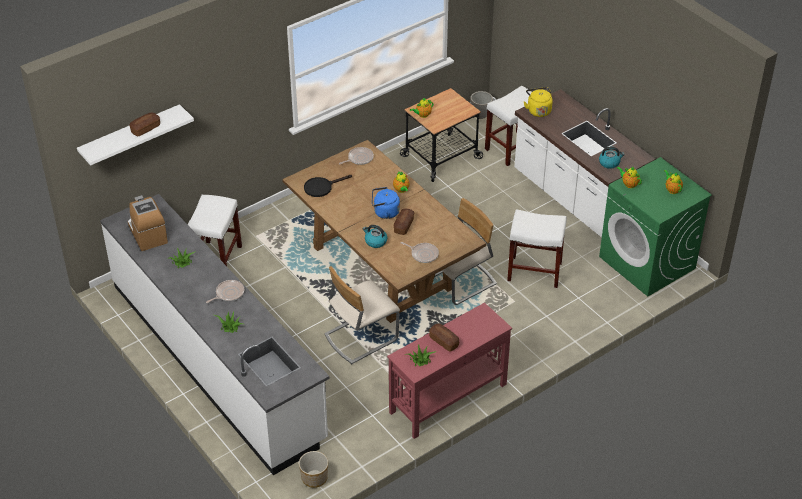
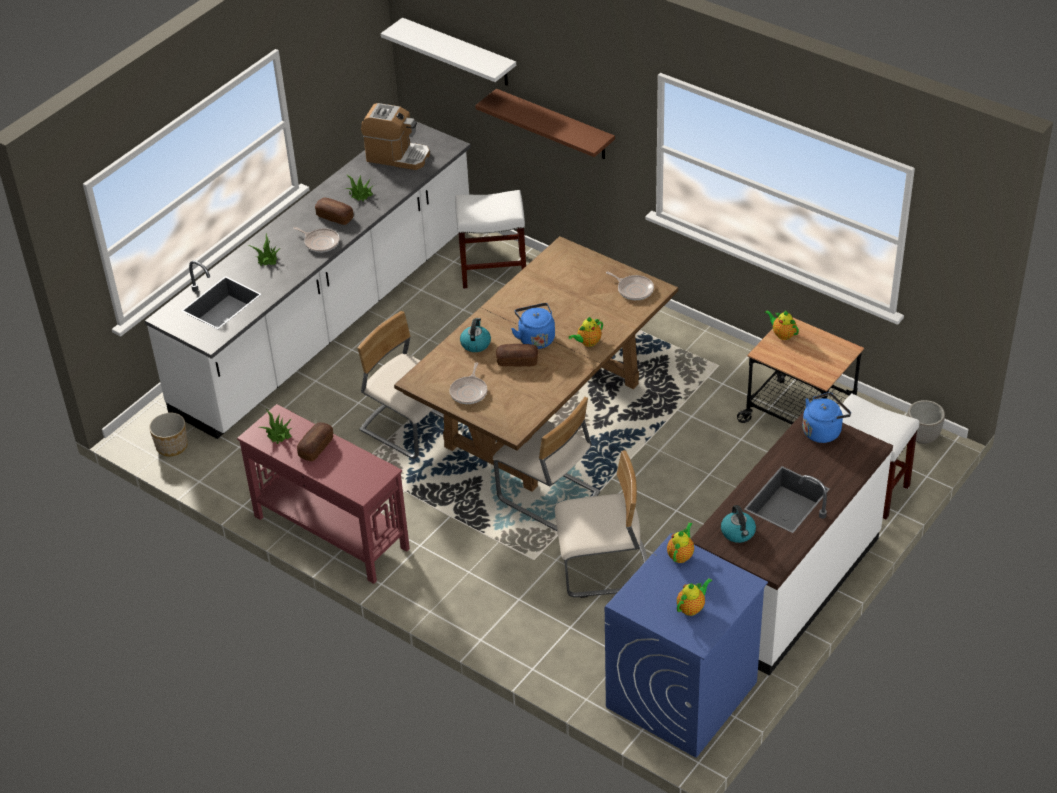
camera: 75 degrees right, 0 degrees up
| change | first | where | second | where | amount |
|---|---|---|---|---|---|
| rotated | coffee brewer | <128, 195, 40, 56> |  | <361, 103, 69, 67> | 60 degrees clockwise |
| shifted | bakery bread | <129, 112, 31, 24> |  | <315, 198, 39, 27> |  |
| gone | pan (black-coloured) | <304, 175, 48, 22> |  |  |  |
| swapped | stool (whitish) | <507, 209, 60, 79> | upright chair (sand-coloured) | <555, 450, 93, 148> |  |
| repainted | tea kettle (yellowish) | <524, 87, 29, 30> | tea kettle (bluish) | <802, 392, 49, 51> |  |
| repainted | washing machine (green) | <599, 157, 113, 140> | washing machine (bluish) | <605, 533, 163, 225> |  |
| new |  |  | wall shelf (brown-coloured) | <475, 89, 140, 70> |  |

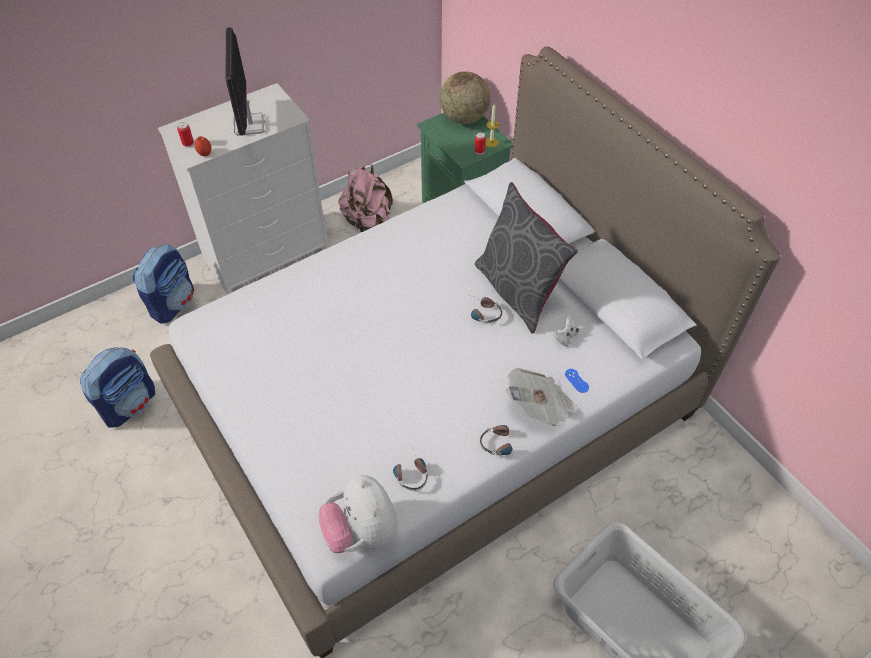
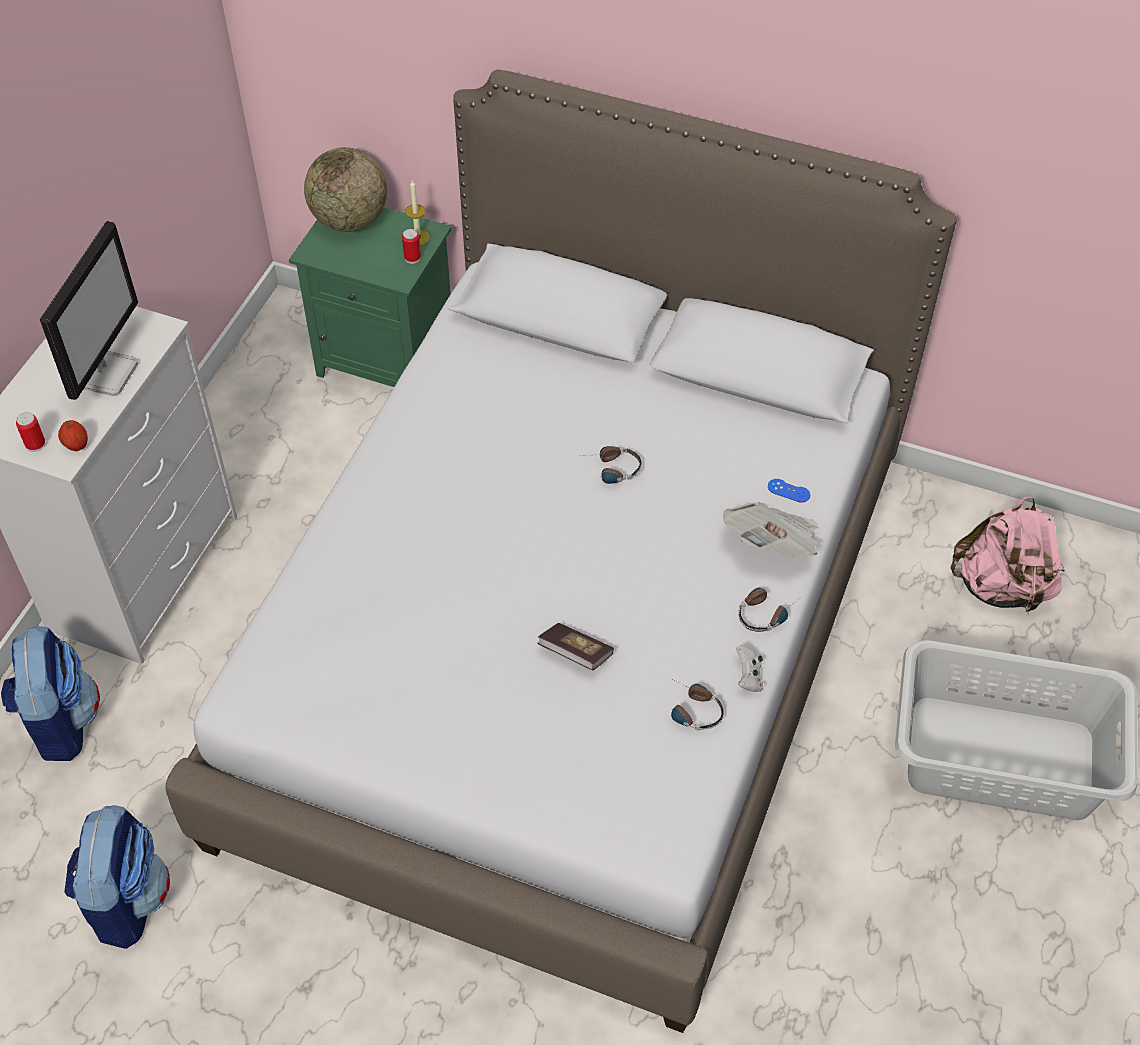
camera: 35 degrees left, 0 degrees up
| change | first | where | second | where | amount |
|---|---|---|---|---|---|
| rotated | monitor | <225, 27, 40, 109> |  | <40, 221, 98, 179> | 120 degrees counterclockwise |
| gone | soft toy | <319, 475, 78, 78> |  |  |  |
| shifted | backpack (pinkish) | <338, 164, 55, 68> |  | <950, 495, 115, 121> |  |
| gone | throw pillow (gray) | <475, 182, 103, 152> |  |  |  |
| shifted | game controller (whitish) | <554, 316, 25, 31> |  | <736, 645, 27, 47> |  |
| new |  |  | volume | <538, 623, 76, 47> |  |

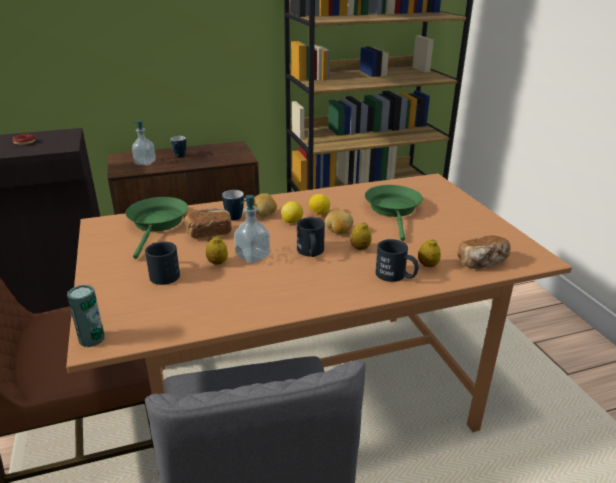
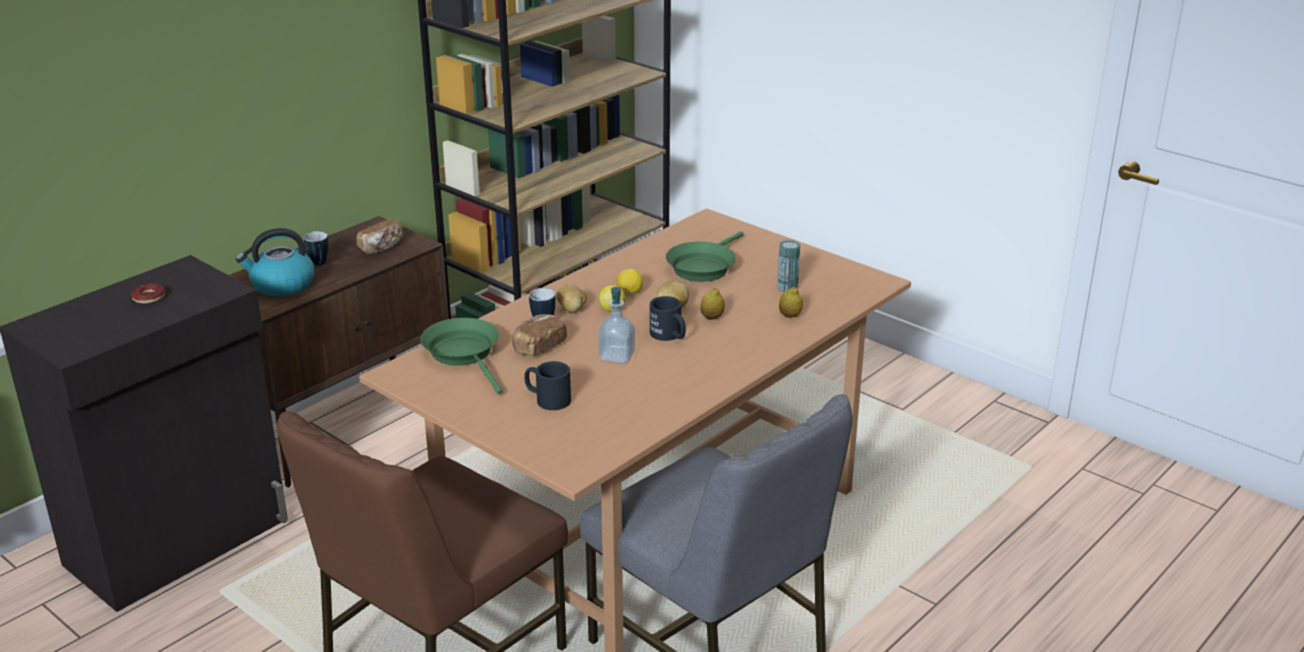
camera: 30 degrees left, 0 degrees up
| change | first | where | second | where | amount |
|---|---|---|---|---|---|
| shifted | sealed can | <67, 285, 38, 62> |  | <777, 240, 23, 52> |  |
| swapped | liquid soap bottle | <132, 121, 24, 44> | tea kettle | <236, 228, 78, 69> |  |
| gone | whole lemon | <206, 236, 22, 28> |  |  |  |
| rotated | pan (green) | <365, 185, 58, 56> |  | <666, 231, 78, 51> | 120 degrees counterclockwise |
| gone | coffee mug (black-coloured) | <376, 239, 42, 43> |  |  |  |
| shifted | bakery bread | <458, 235, 52, 34> |  | <356, 220, 47, 34> |  |

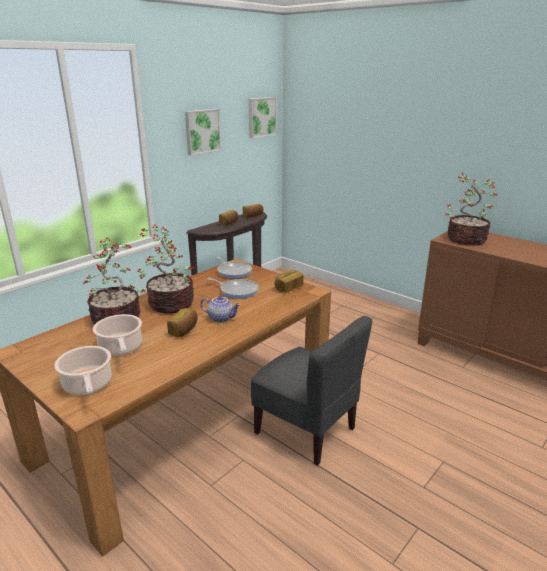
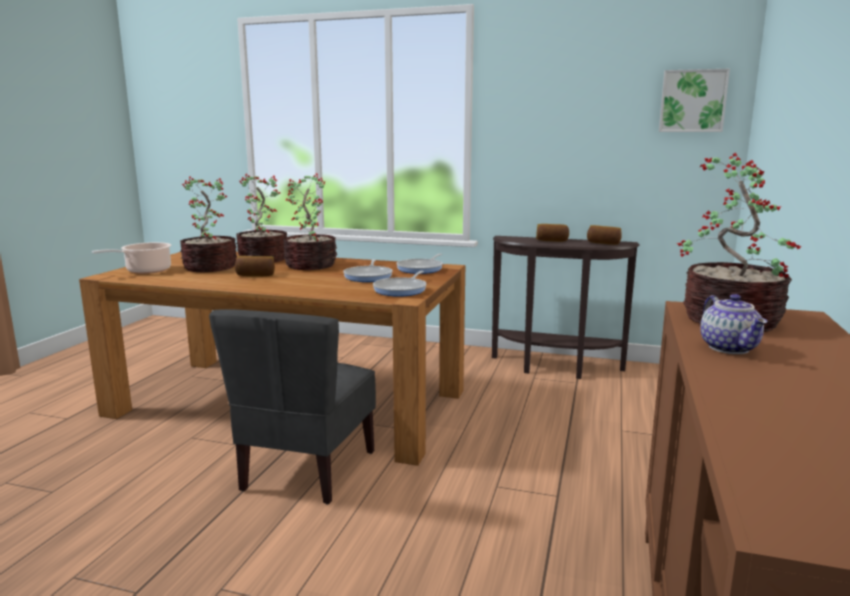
camera: 65 degrees right, 10 degrees down
| change | first | where | second | where | amount |
|---|---|---|---|---|---|
| swapped | stockpot | <93, 314, 49, 42> | plant in a pot | <180, 176, 57, 96> |  |
| gone | picture | <185, 109, 37, 46> |  |  |  |
| shifted | tea pot | <200, 296, 41, 27> |  | <700, 294, 67, 60> |  |
| swapped | bakery bread | <275, 270, 29, 23> | pan | <373, 271, 53, 26> |  |

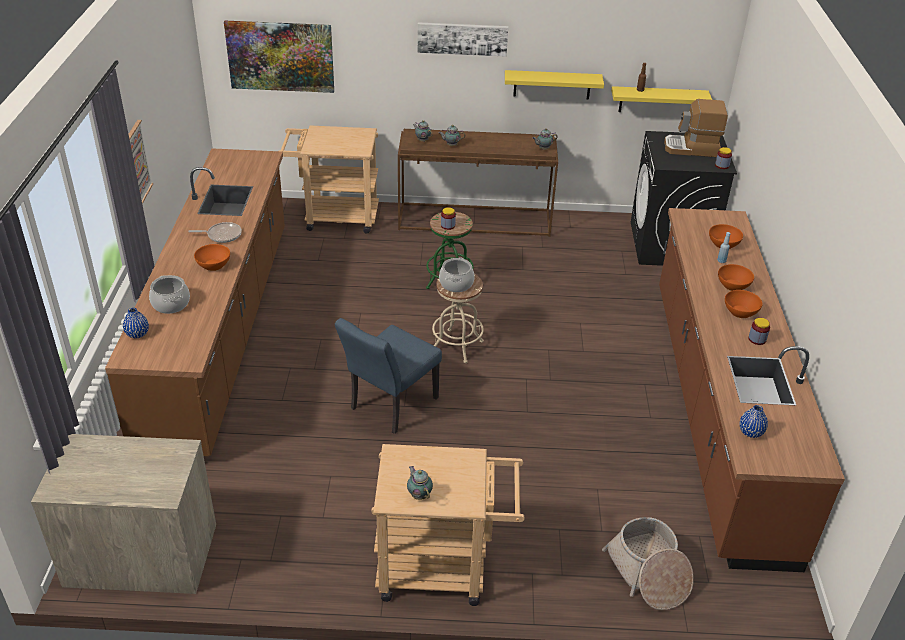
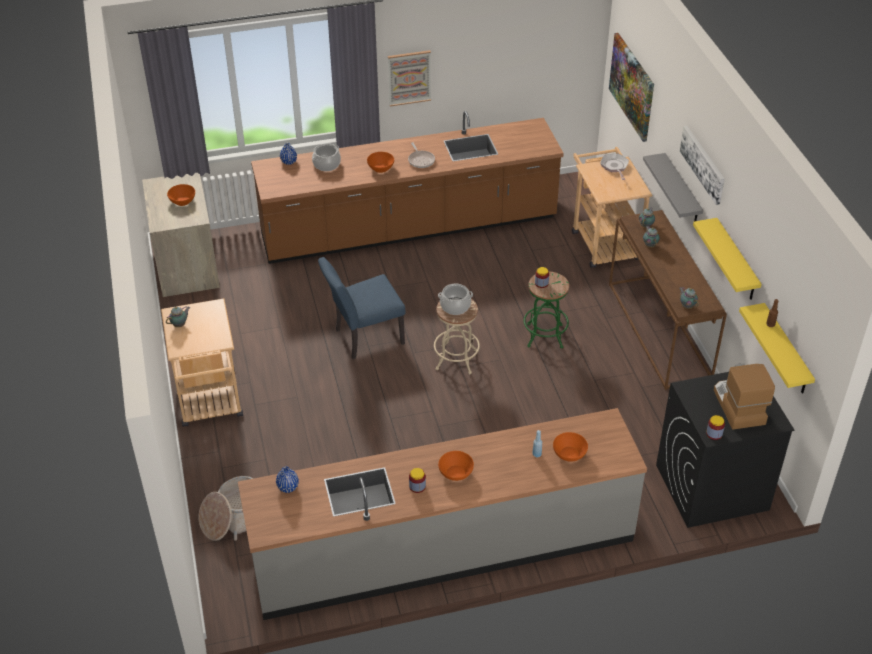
camera: 75 degrees right, 5 degrees up
| change | first | where | second | where | amount |
|---|---|---|---|---|---|
| rotated | upright chair (bluish) | <335, 318, 107, 116> |  | <318, 257, 87, 102> | 45 degrees counterclockwise |
| repainted | counter (brown-coloured) | <659, 208, 186, 364> | counter (gray) | <238, 408, 409, 212> |  |
| shifted | serving bowl (orangey) | <718, 264, 36, 27> |  | <167, 184, 28, 22> |  |
| new |  |  | pan | <600, 154, 29, 26> |  |
| new |  |  | wall shelf (gray) | <643, 153, 60, 68> |  |

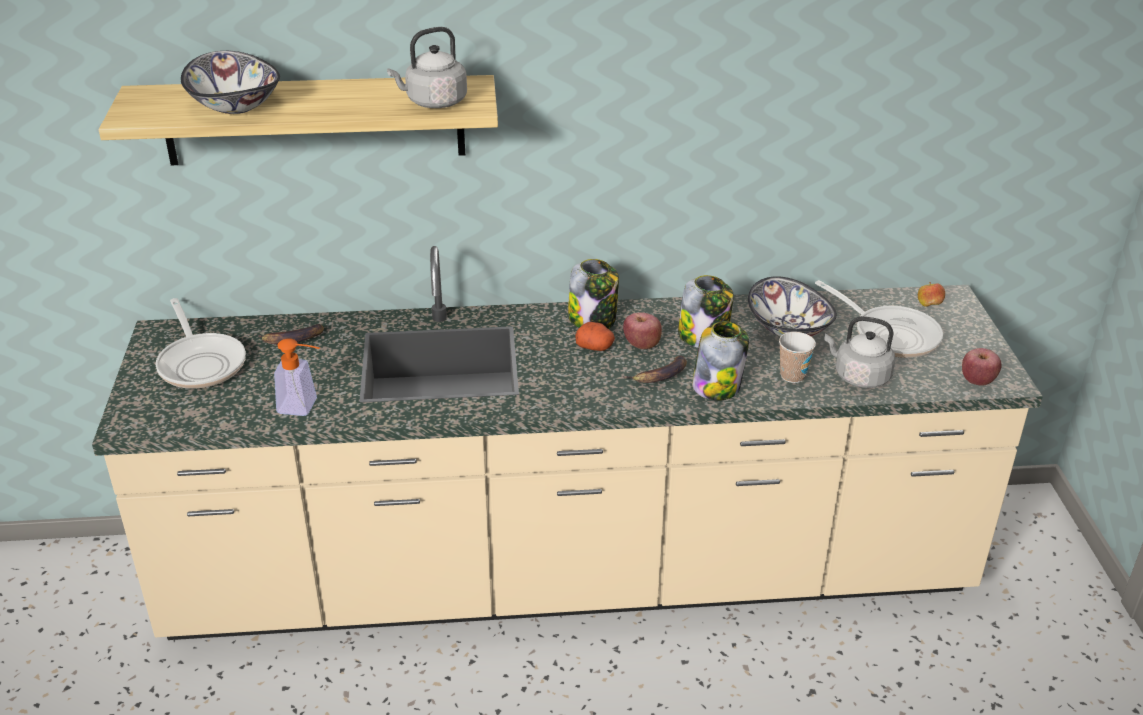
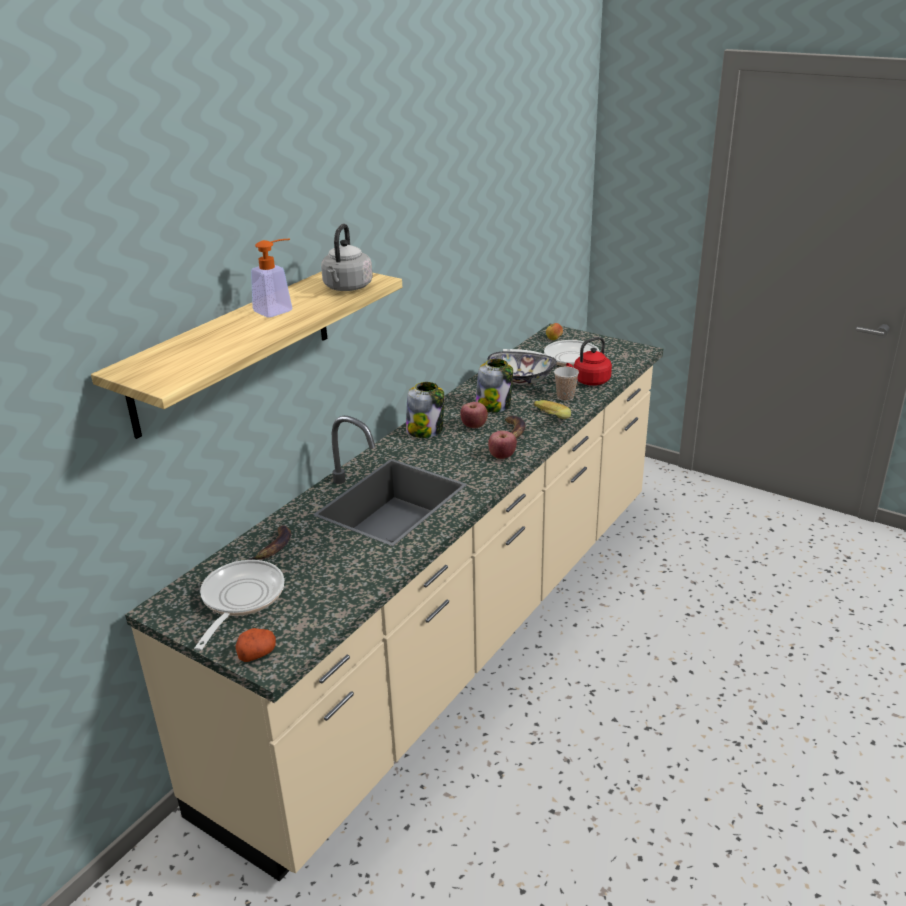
camera: 50 degrees left, 5 degrees down
| change | first | where | second | where | amount |
|---|---|---|---|---|---|
| rotated | pan | <156, 298, 90, 91> |  | <194, 560, 90, 91> | 90 degrees counterclockwise |
| gone | serving bowl | <181, 51, 99, 63> |  |  |  |
| shifted | liquid soap bottle | <274, 339, 46, 77> |  | <251, 239, 41, 78> |  |
| shifted | whole potato | <575, 322, 40, 29> |  | <236, 628, 40, 34> |  |
| swapped | jar | <692, 321, 57, 79> | whole banana | <533, 400, 38, 19> |  |
| repainted | tea kettle (gray) | <824, 316, 71, 72> | tea kettle (reddish) | <566, 337, 46, 49> |  |
| shifted | apple | <962, 348, 39, 38> |  | <488, 431, 29, 28> |  |

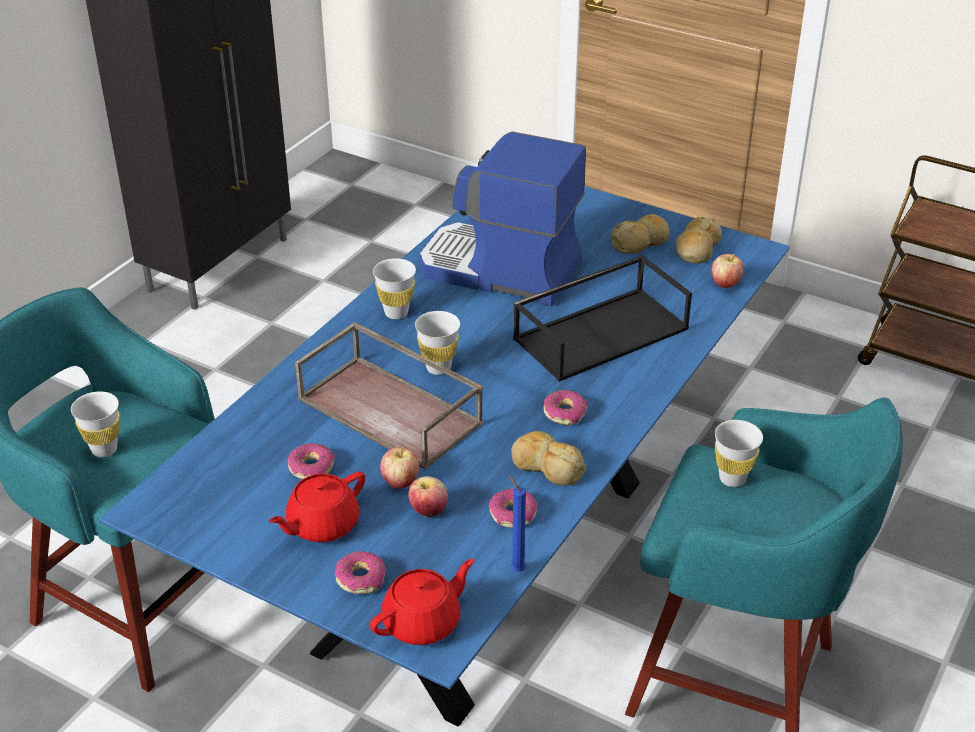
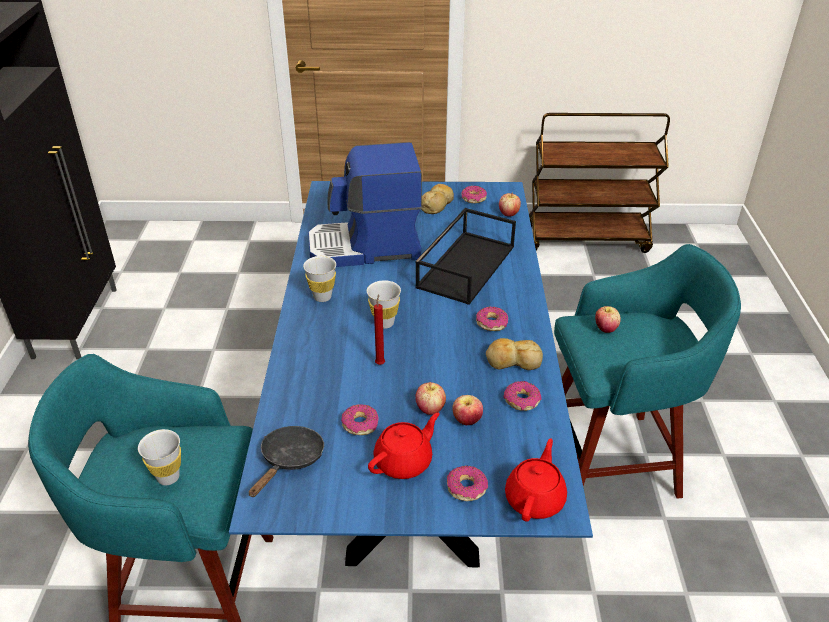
camera: 30 degrees left, 0 degrees up
| change | first | where | second | where | amount |
|---|---|---|---|---|---|
| rotated | tea pot (reddish) | <269, 472, 96, 70> |  | <368, 413, 71, 66> | 150 degrees counterclockwise |
| swapped | tray (brown-coloured) | <295, 322, 188, 148> | wax light (reddish) | <374, 294, 11, 71> |  |
| gone | wax light (bluish) | <509, 476, 17, 96> |  |  |  |
| swapped | bakery bread | <676, 216, 46, 48> | donut | <462, 186, 25, 17> |  |
| swapped | cup (whitish) | <715, 420, 48, 67> | apple | <595, 306, 26, 27> |  |
| new |  |  | pan (black-coloured) | <249, 426, 75, 71> |  |

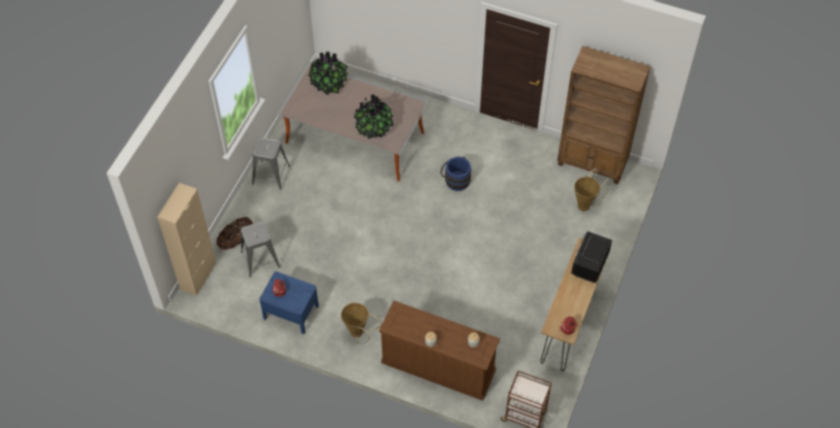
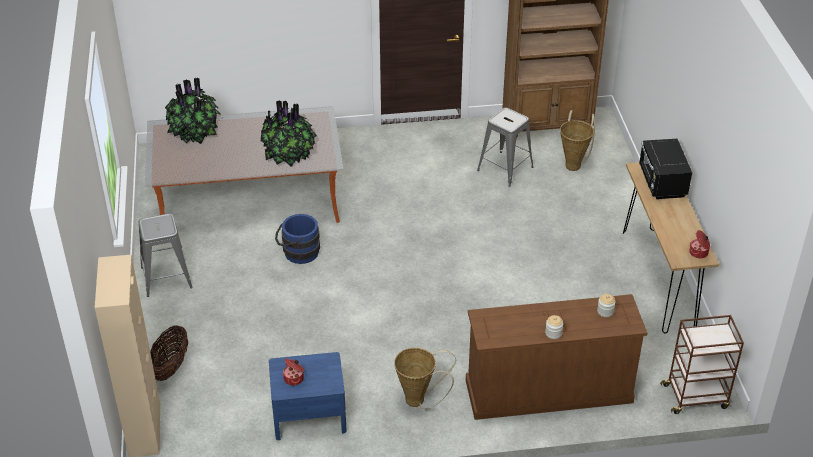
camera: 30 degrees left, 15 degrees down
| change | first | where | second | where | amount |
|---|---|---|---|---|---|
| shifted | stool (gray) | <241, 222, 39, 55> |  | <477, 108, 56, 79> |  |
| shifted | bucket (bluish) | <440, 157, 31, 34> |  | <275, 214, 45, 50> |  |

